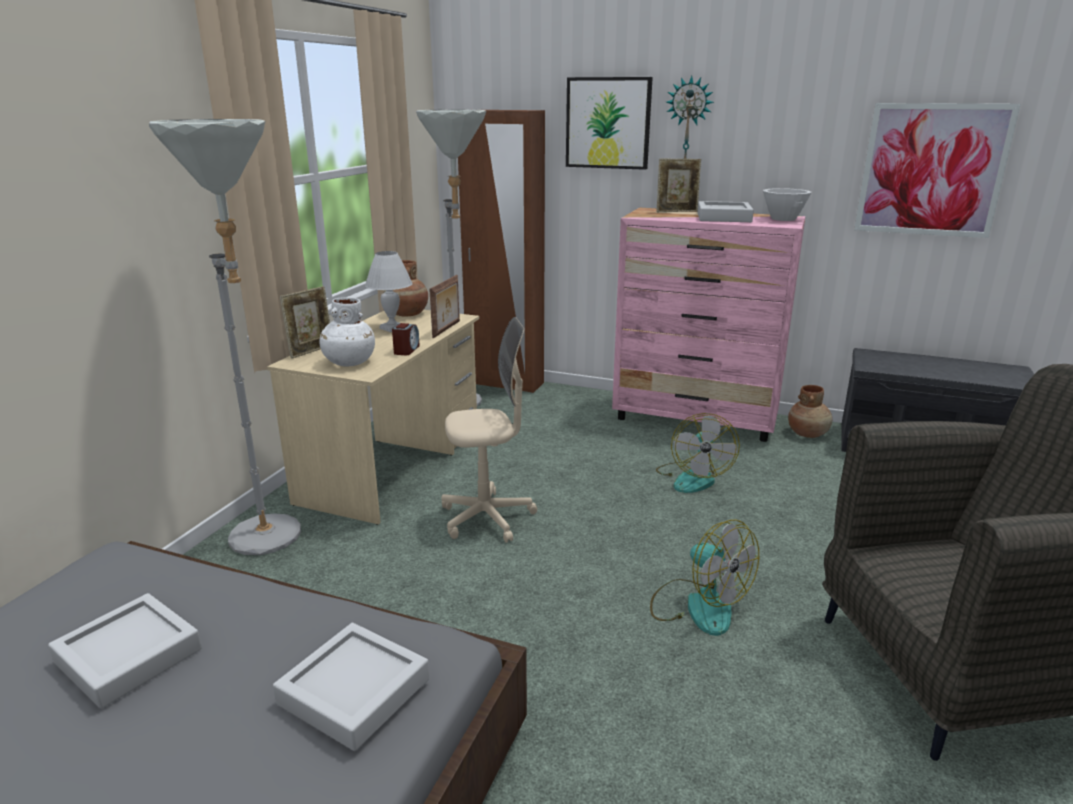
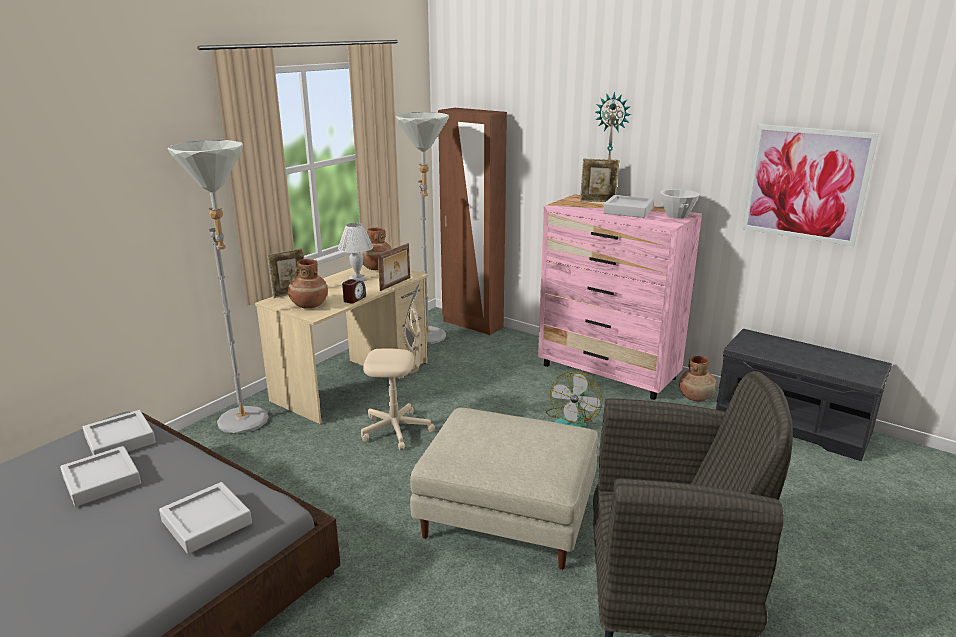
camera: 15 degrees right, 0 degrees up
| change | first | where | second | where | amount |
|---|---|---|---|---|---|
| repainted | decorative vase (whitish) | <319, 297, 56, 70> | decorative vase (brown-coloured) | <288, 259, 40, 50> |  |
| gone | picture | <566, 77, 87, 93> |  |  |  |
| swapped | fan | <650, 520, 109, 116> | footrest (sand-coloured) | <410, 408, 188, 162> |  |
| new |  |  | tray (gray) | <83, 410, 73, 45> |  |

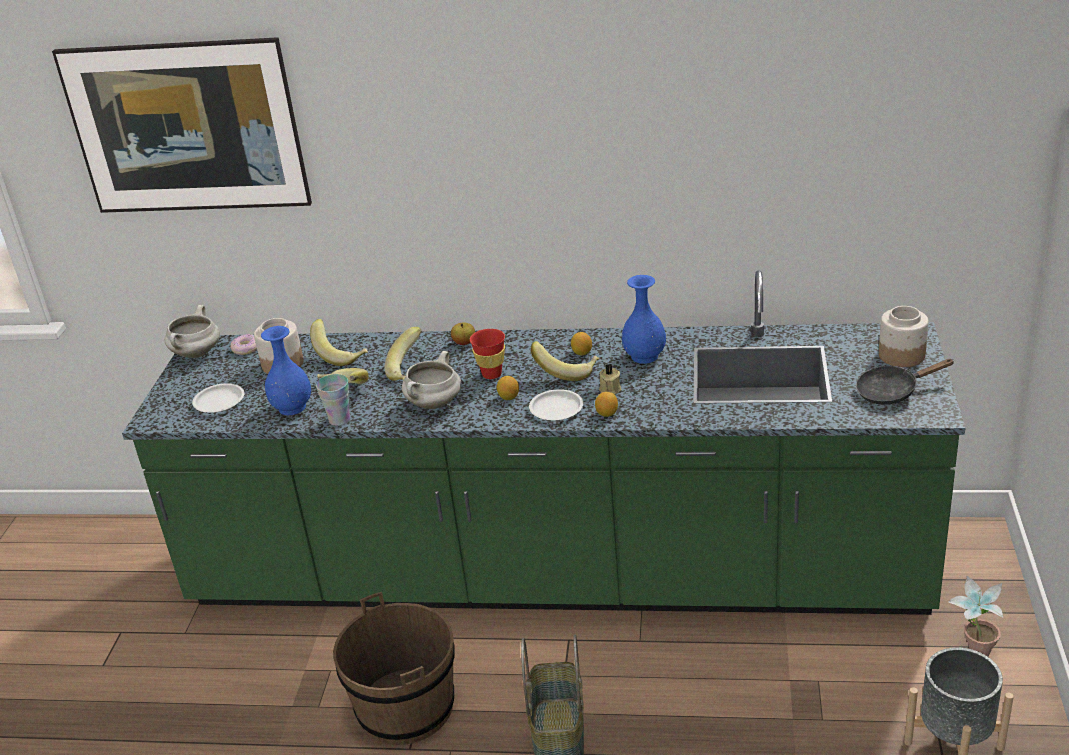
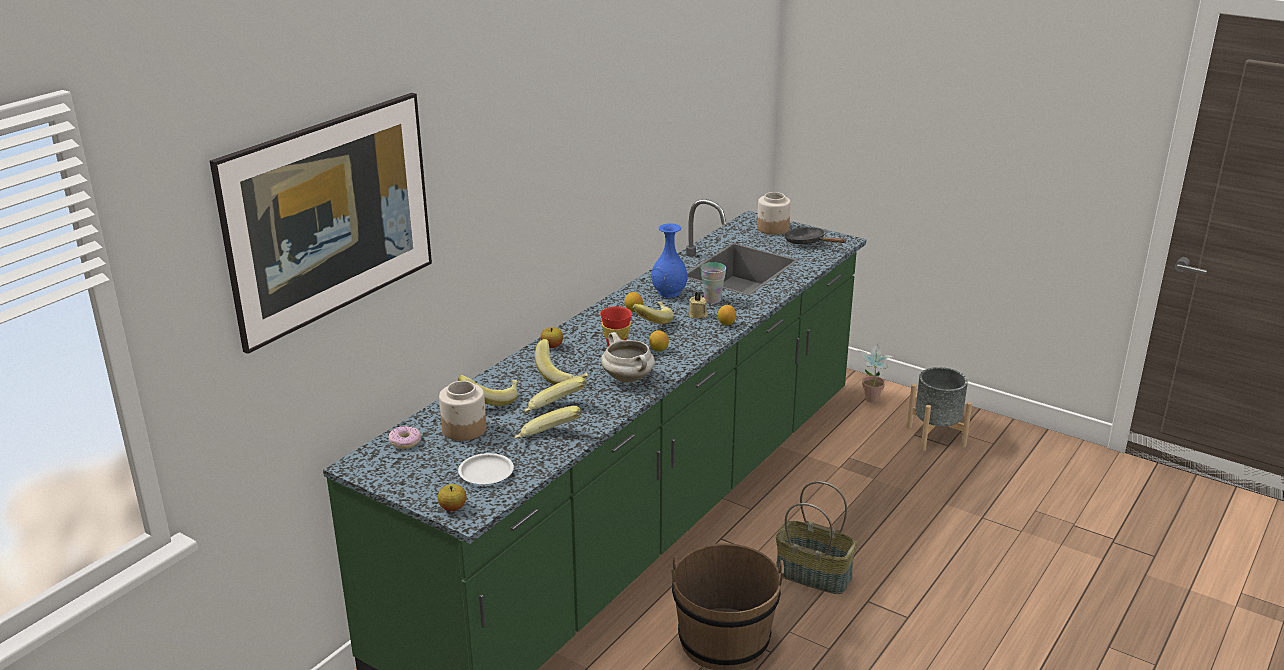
camera: 65 degrees left, 5 degrees down
| change | first | where | second | where | amount |
|---|---|---|---|---|---|
| gone | stockpot (whitish) | <165, 305, 55, 53> |  |  |  |
| swapped | decorative vase (bluish) | <261, 326, 50, 89> | whole banana | <514, 406, 68, 33> |  |
| shifted | cup | <316, 374, 35, 52> |  | <700, 262, 26, 41> |  |
| gone | dinner plate (whitish) | <529, 389, 54, 31> |  |  |  |
| rotated | pan (black-coloured) | <856, 359, 99, 46> |  | <784, 227, 63, 17> | 120 degrees clockwise |
| new |  |  | apple | <438, 484, 28, 27> |  |

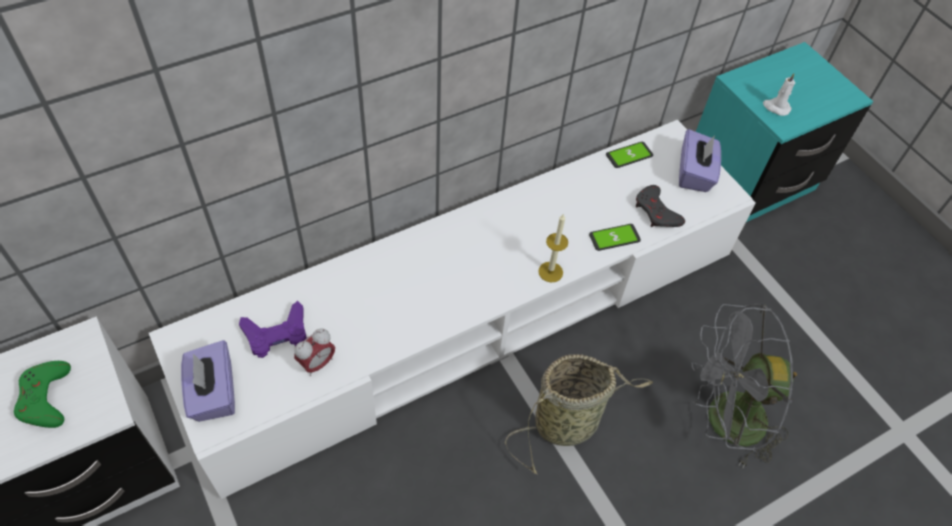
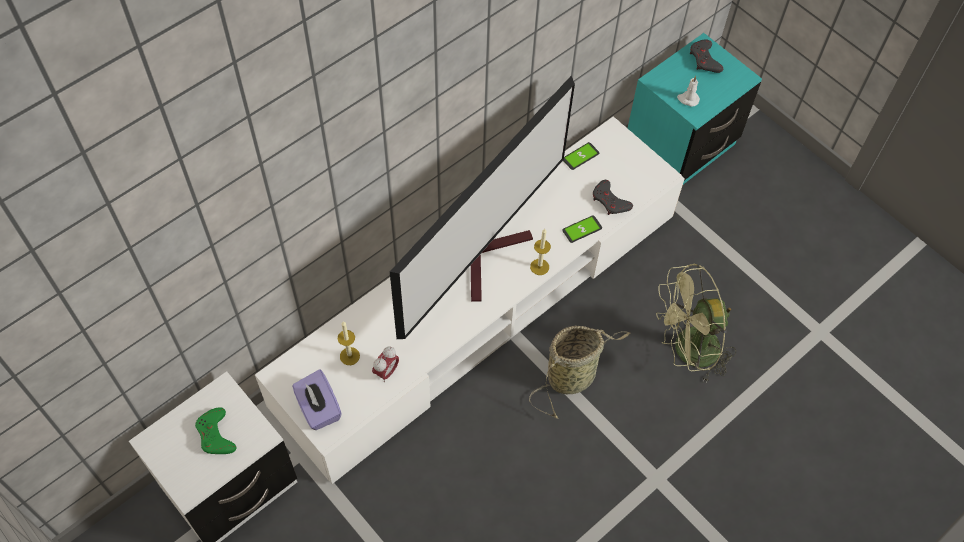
camera: 10 degrees left, 5 degrees up
| change | first | where | second | where | amount |
|---|---|---|---|---|---|
| swapped | game controller (purple) | <239, 301, 68, 57> | wax light | <338, 321, 22, 44> |  |
| gone | tissue box (purple) | <679, 129, 42, 63> |  |  |  |
| repainted | fan (gray) | <691, 303, 106, 165> | fan (green) | <656, 264, 80, 119> |  |
| new |  |  | TV set | <390, 76, 185, 263> |  |
| new |  |  | game controller (gray) | <690, 39, 33, 34> |  |

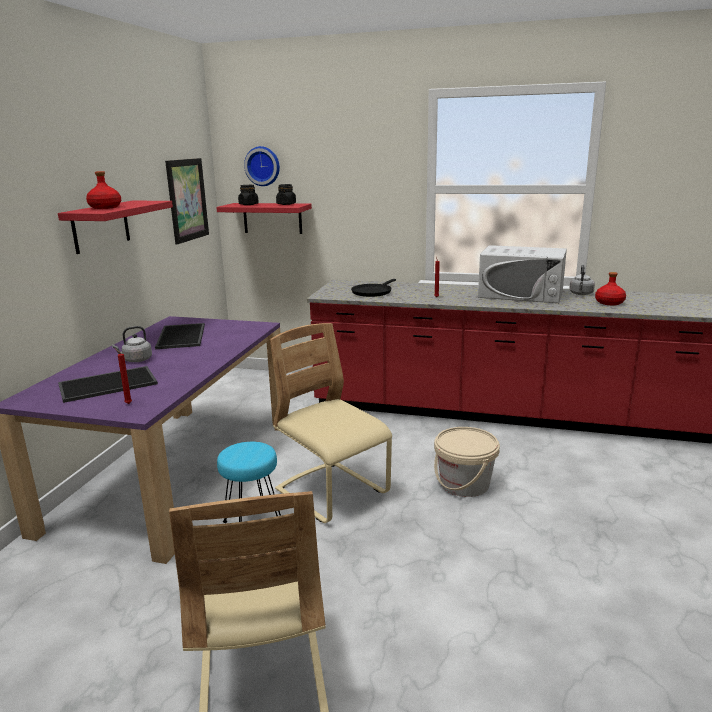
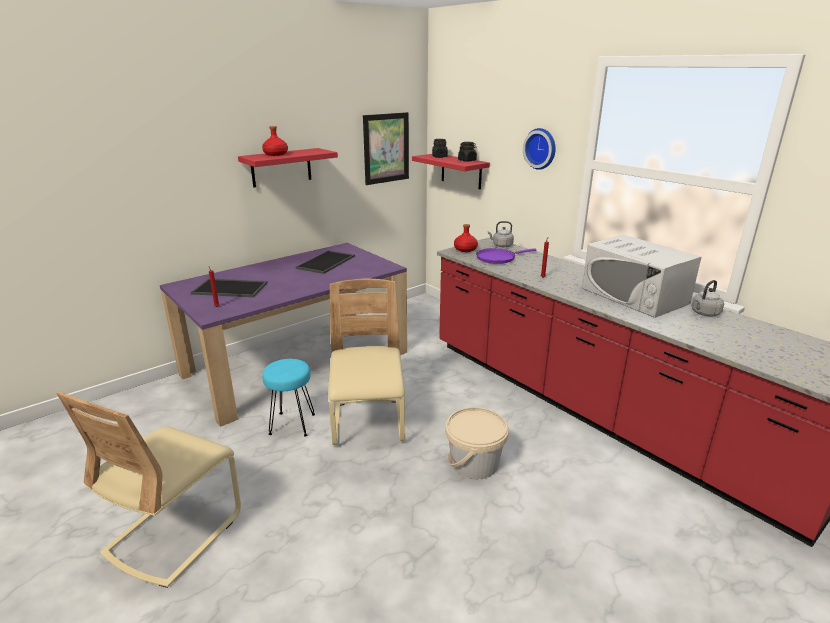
camera: 35 degrees right, 5 degrees up
| change | first | where | second | where | amount |
|---|---|---|---|---|---|
| shifted | tea kettle (gray) | <112, 326, 40, 36> |  | <488, 221, 26, 26> |  |
| shifted | clock on the wall | <244, 146, 36, 40> |  | <523, 128, 33, 42> |  |
| repainted | pan (black-coloured) | <351, 279, 45, 18> | pan (purple) | <476, 248, 61, 16> |  |
| shifted | beverage bottle (reddish) | <595, 272, 31, 33> |  | <454, 224, 24, 28> |  |

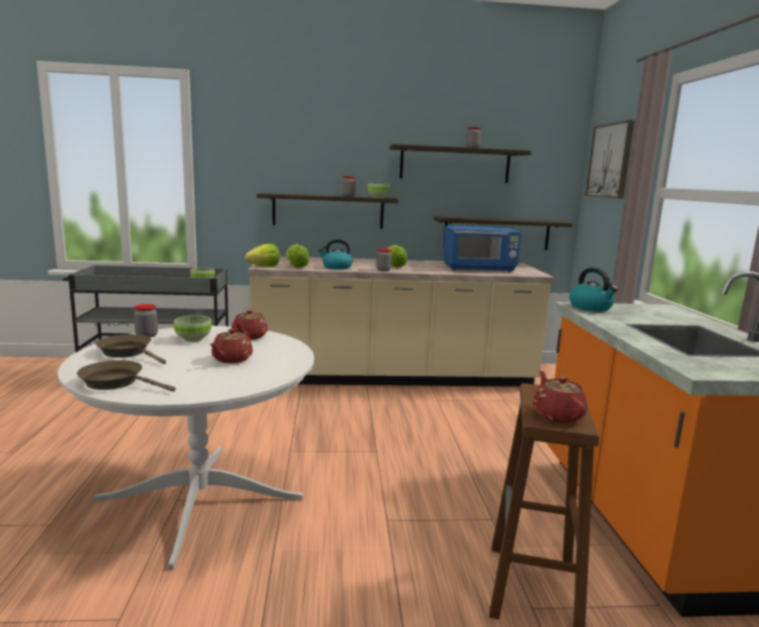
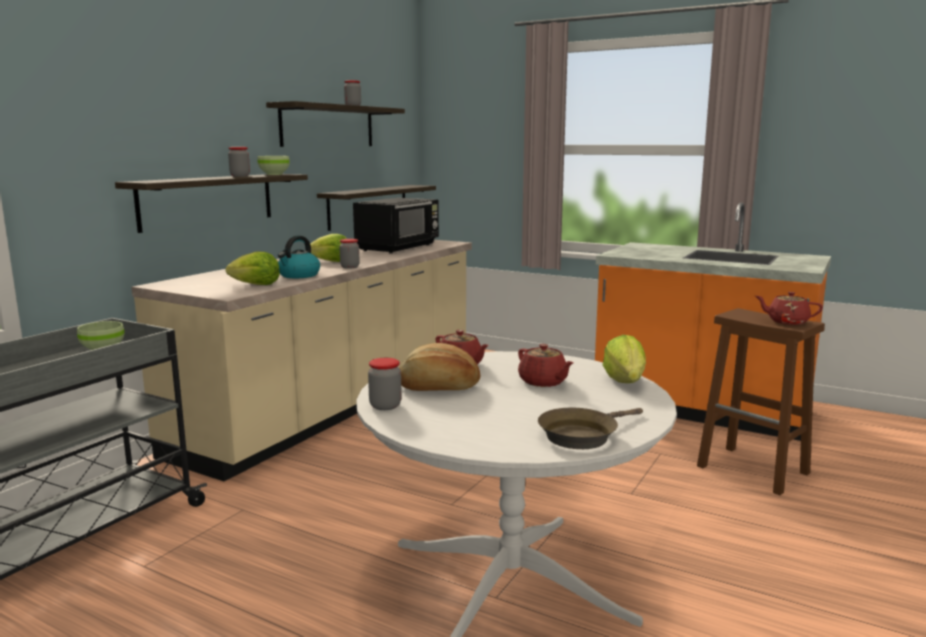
camera: 55 degrees left, 0 degrees up
| change | first | where | second | where | amount |
|---|---|---|---|---|---|
| gone | pan (brown-coloured) | <96, 334, 70, 30> |  |  |  |
| swapped | serving bowl (green) | <174, 315, 38, 27> | bakery bread | <399, 343, 81, 48> |  |
| shifted | head of lettuce | <245, 244, 35, 23> |  | <603, 335, 43, 48> |  |
| repainted | microwave oven (bluish) | <443, 226, 78, 46> | microwave oven (black-coloured) | <353, 198, 86, 56> |  |
| gone | tea kettle | <569, 267, 49, 44> |  |  |  |
| gone | picture | <585, 120, 50, 79> |  |  |  |

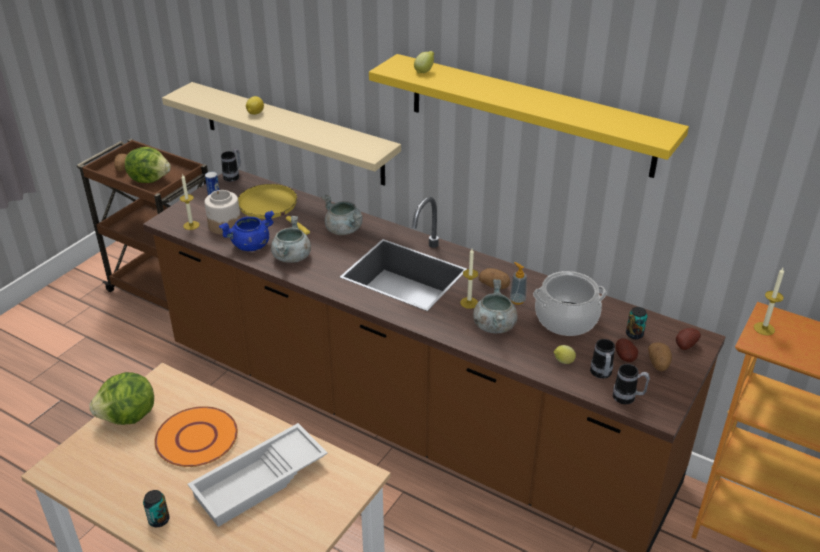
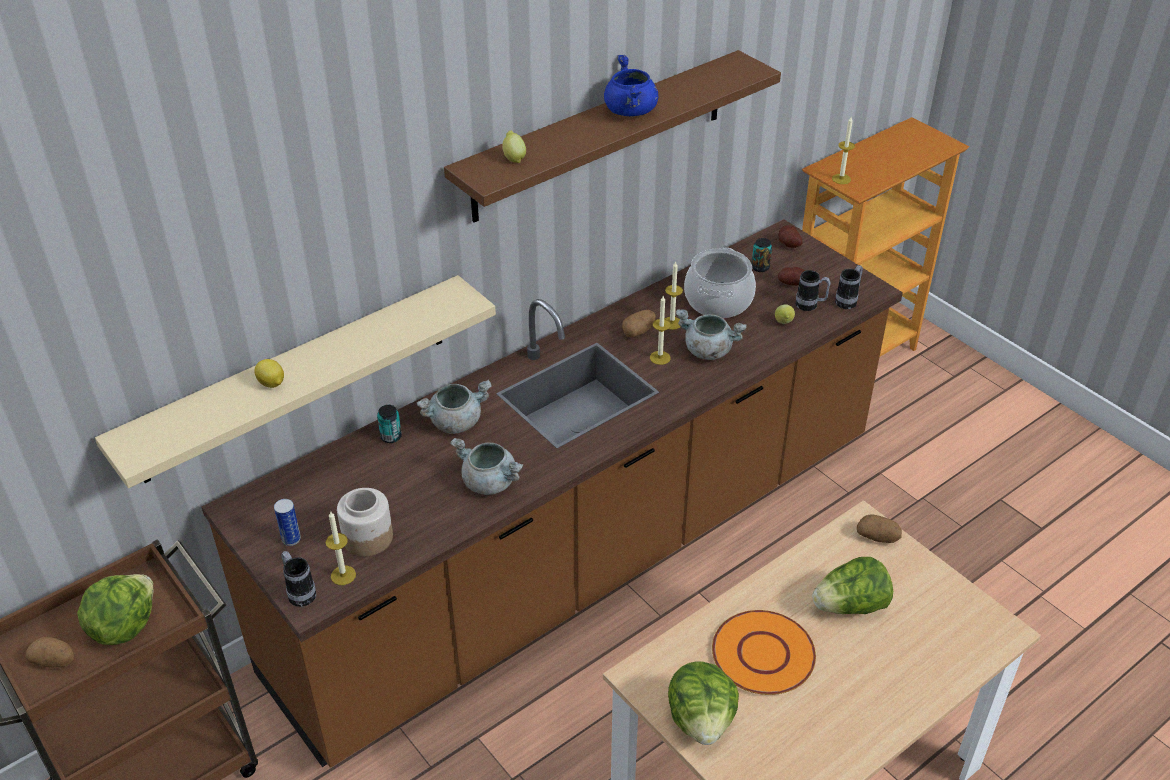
camera: 70 degrees left, 5 degrees up
| change | first | where | second | where | amount |
|---|---|---|---|---|---|
| shifted | sealed can | <143, 490, 27, 37> |  | <377, 405, 25, 38> |  |
| swapped | tray (whitish) | <188, 423, 140, 104> | head of lettuce | <812, 557, 81, 57> |  |
| shifted | stockpot (bluish) | <219, 210, 55, 41> |  | <604, 55, 54, 61> |  |
| shifted | coffee mug | <221, 149, 20, 33> |  | <281, 551, 35, 56> |  |
| gone | pan (yellowish) | <238, 184, 72, 51> |  |  |  |
| repainted | wall shelf (yellowish) | <369, 54, 320, 124> | wall shelf (brown-coloured) | <444, 50, 337, 172> |  |
| swapped | liquid soap bottle | <510, 262, 17, 43> | wax light | <665, 261, 18, 69> |  |
| shifted | whole potato | <648, 342, 24, 29> |  | <857, 514, 45, 29> |  |

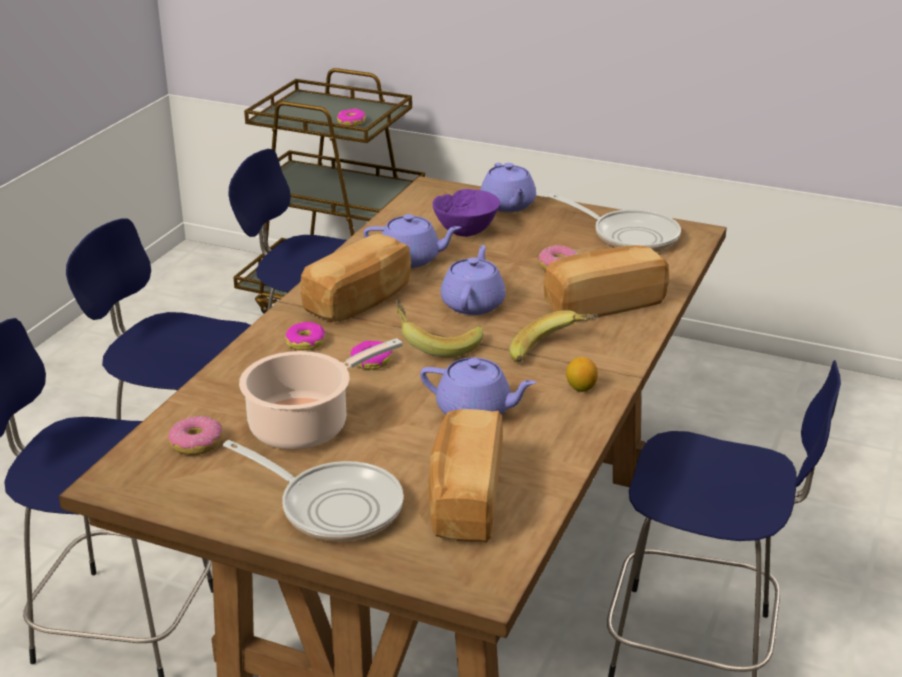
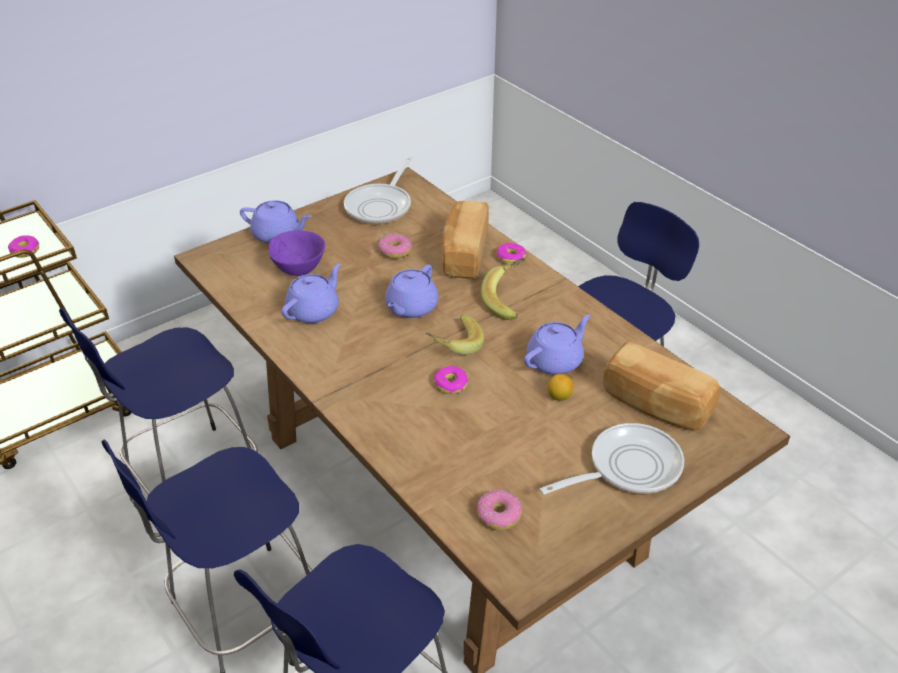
camera: 60 degrees left, 10 degrees up
| change | first | where | second | where | amount |
|---|---|---|---|---|---|
| gone | stockpot | <239, 338, 164, 112> |  |  |  |
| shifted | donut | <285, 322, 40, 28> |  | <496, 243, 30, 21> |  |
| gone | bakery bread | <300, 233, 111, 89> |  |  |  |
| rotated | tea pot (purple) | <440, 245, 66, 70> |  | <385, 265, 54, 53> | 105 degrees counterclockwise |
| rotated | pan | <548, 193, 133, 58> |  | <344, 156, 69, 68> | 135 degrees clockwise |
| shifted | whole lemon | <566, 357, 32, 35> |  | <548, 374, 25, 27> |  |

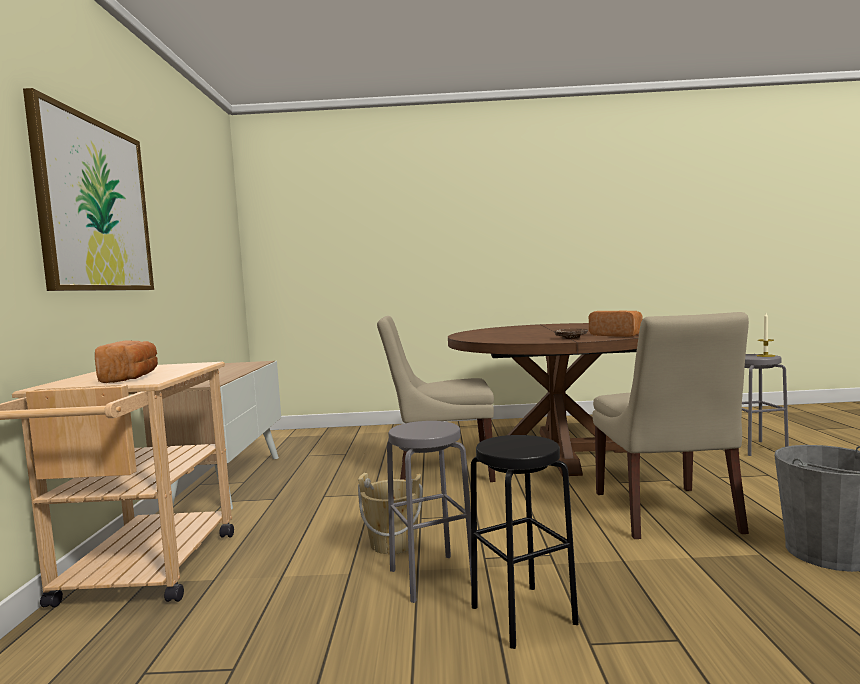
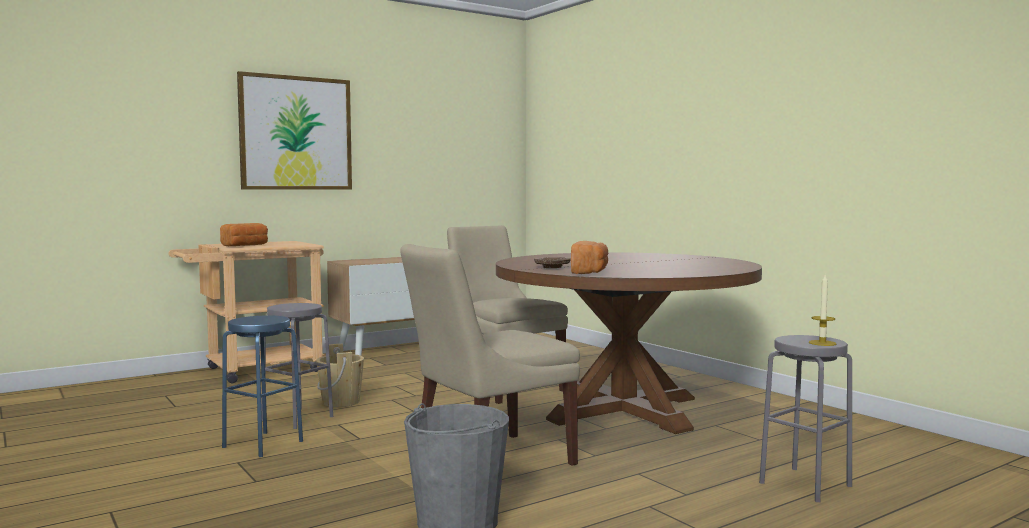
camera: 55 degrees right, 0 degrees up
| change | first | where | second | where | amount |
|---|---|---|---|---|---|
| repainted | stool (black-coloured) | <471, 435, 108, 214> | stool (bluish) | <222, 315, 81, 142> |  |

